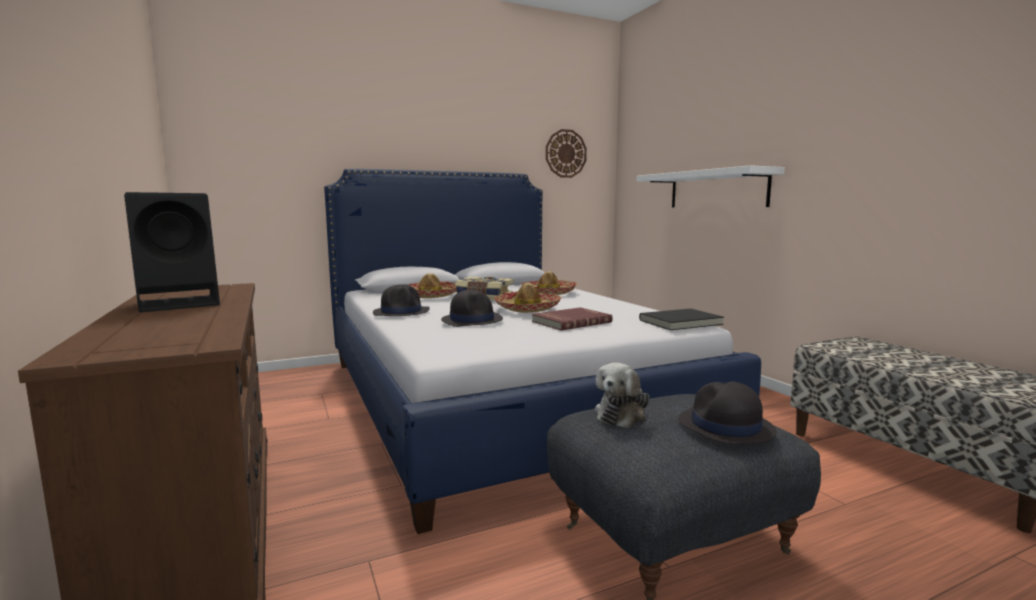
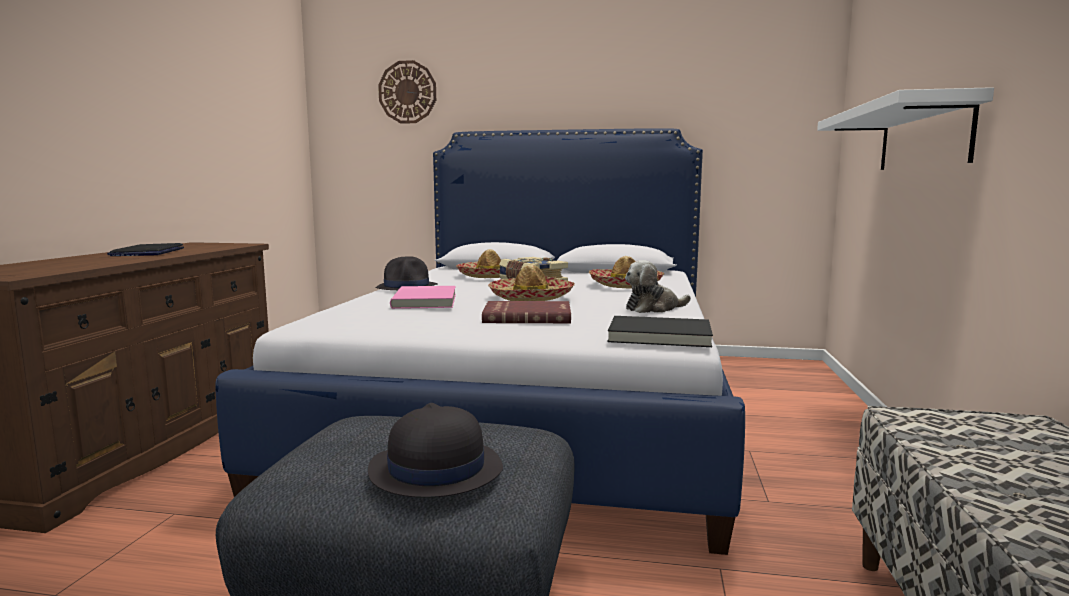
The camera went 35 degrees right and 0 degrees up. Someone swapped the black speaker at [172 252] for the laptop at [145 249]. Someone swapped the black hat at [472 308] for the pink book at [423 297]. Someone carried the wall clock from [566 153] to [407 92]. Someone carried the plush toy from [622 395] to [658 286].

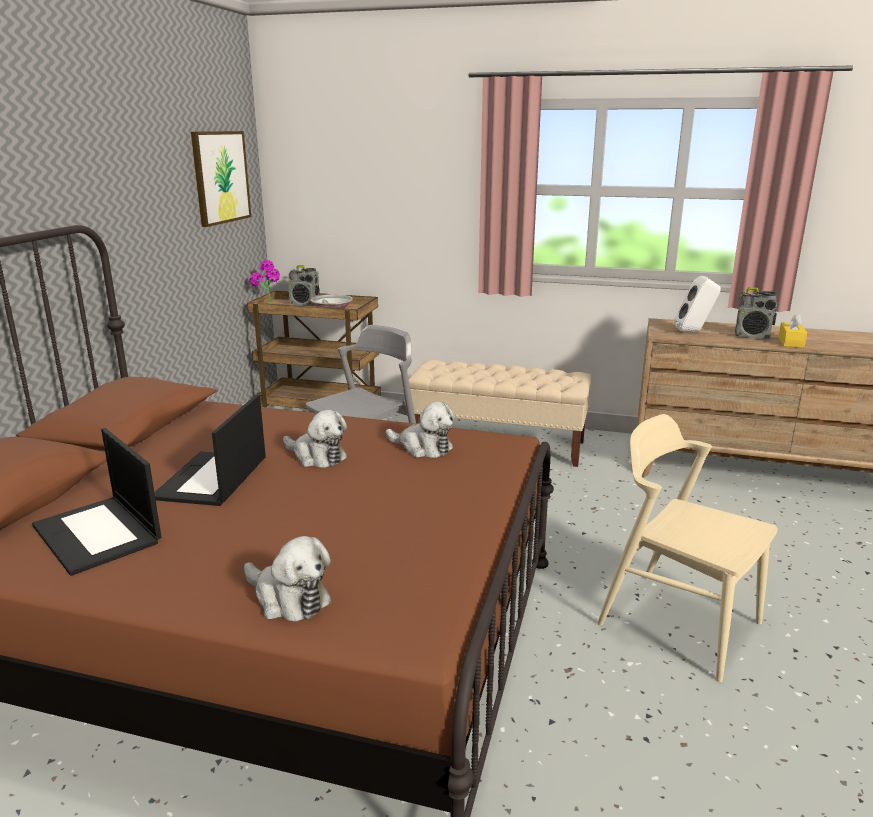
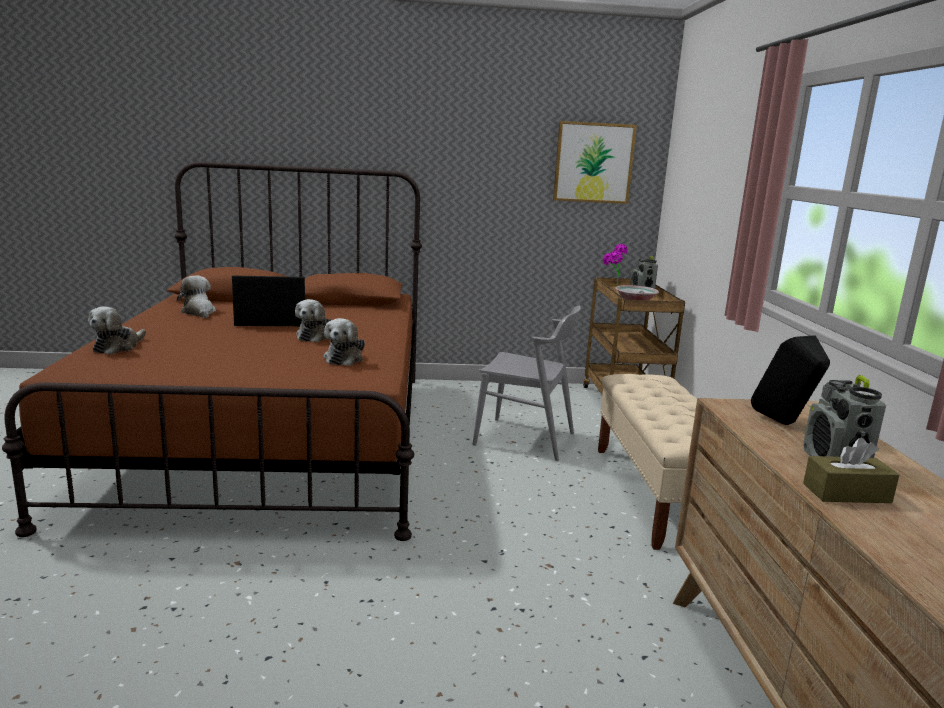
The camera went 70 degrees right and 5 degrees down. Someone swapped the laptop at [96 502] for the plush toy at [196 296]. Someone took away the beige chair at [687 548]. Someone repainted the white speaker at [697 304], which became the black speaker at [790 380]. Someone repainted the yellow tissue box at [792 330], which became the brown tissue box at [851 470].

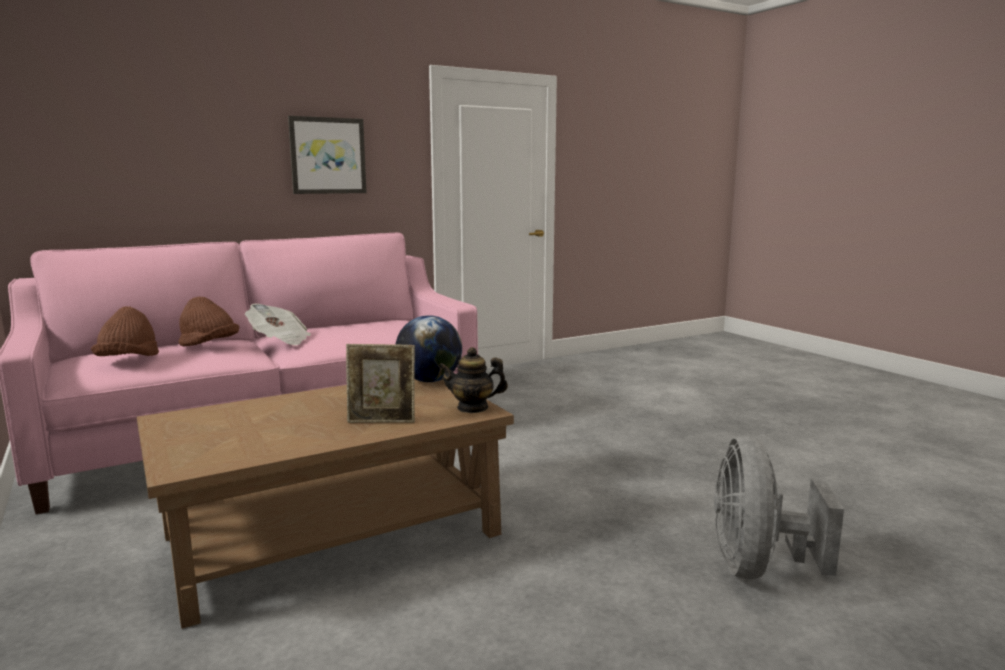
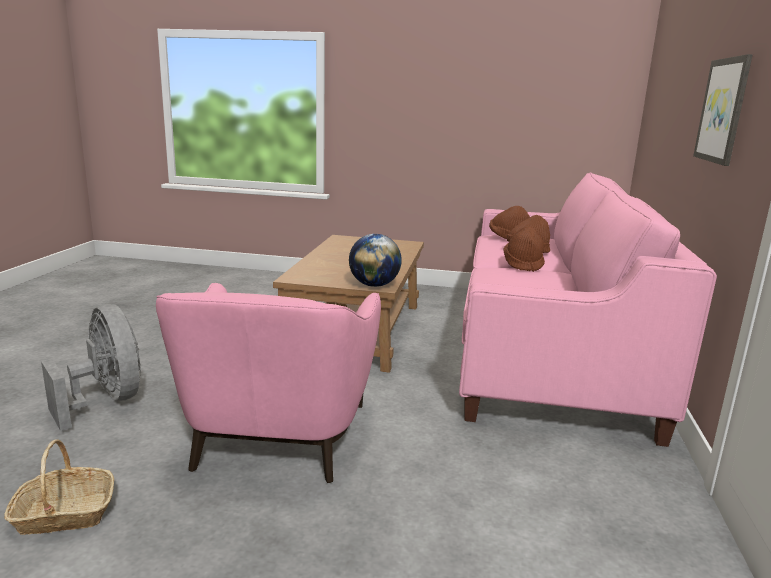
The camera went 130 degrees right and 5 degrees up. Someone swapped the newspaper at [278 325] for the brown hat at [524 249]. Someone took away the picture frame at [380 383]. Someone took away the teapot at [473 380]. Someone put down the basket at [59 487]. Someone put down the pink armchair at [268 383].

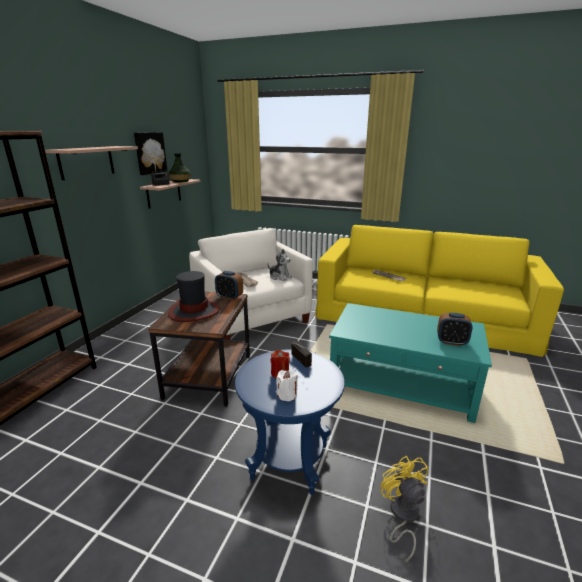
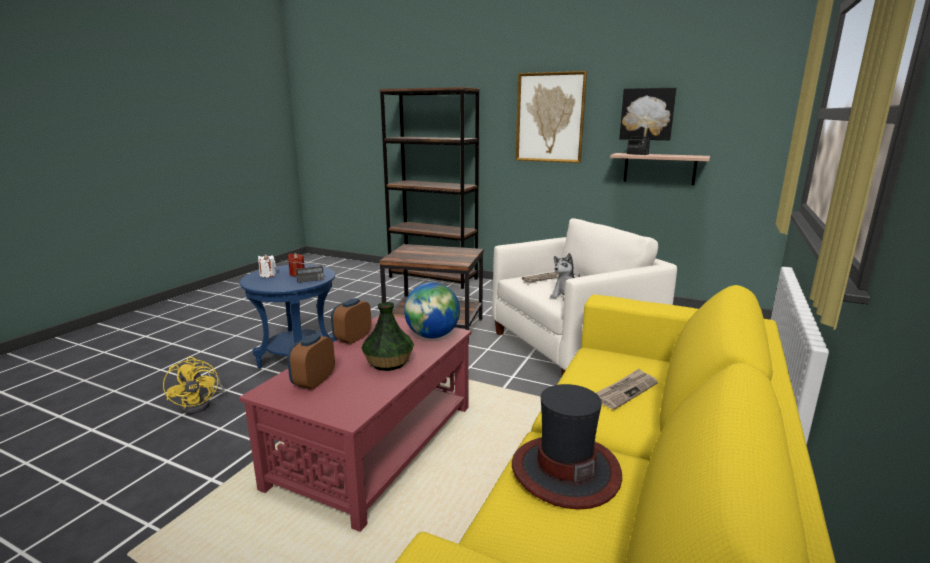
The camera went 95 degrees right and 5 degrees down. Someone swapped the shelf at [91 163] for the picture at [551 117]. Someone carried the vase from [179 168] to [387 336]. Someone carried the hat from [194 296] to [567 447]. Someone carried the alarm clock from [229 285] to [351 321]. Someone repainted the turquoise coffee table at [410 363], which became the red coffee table at [355 424]. Someone rotated the yellow fan at [404 509] by 75 degrees clockwise. Someone put down the globe at [432 310].

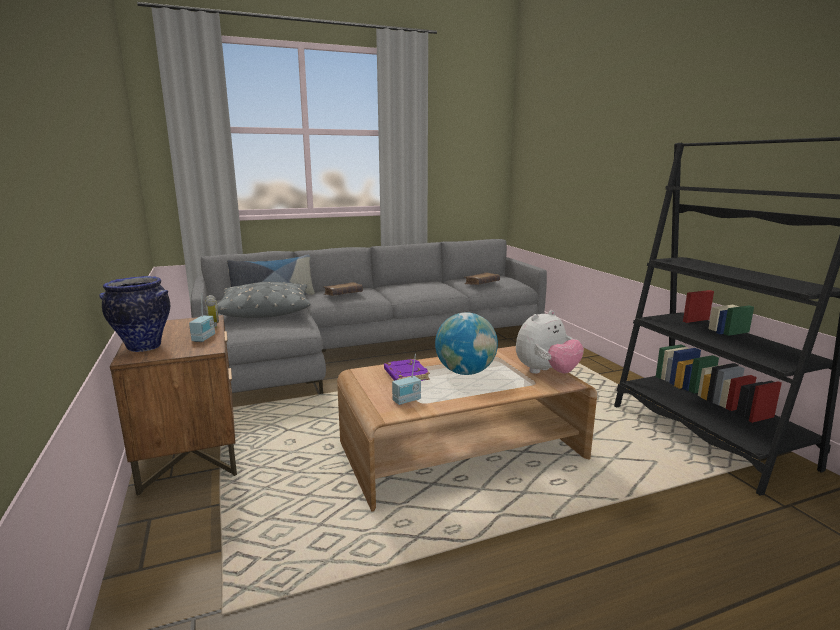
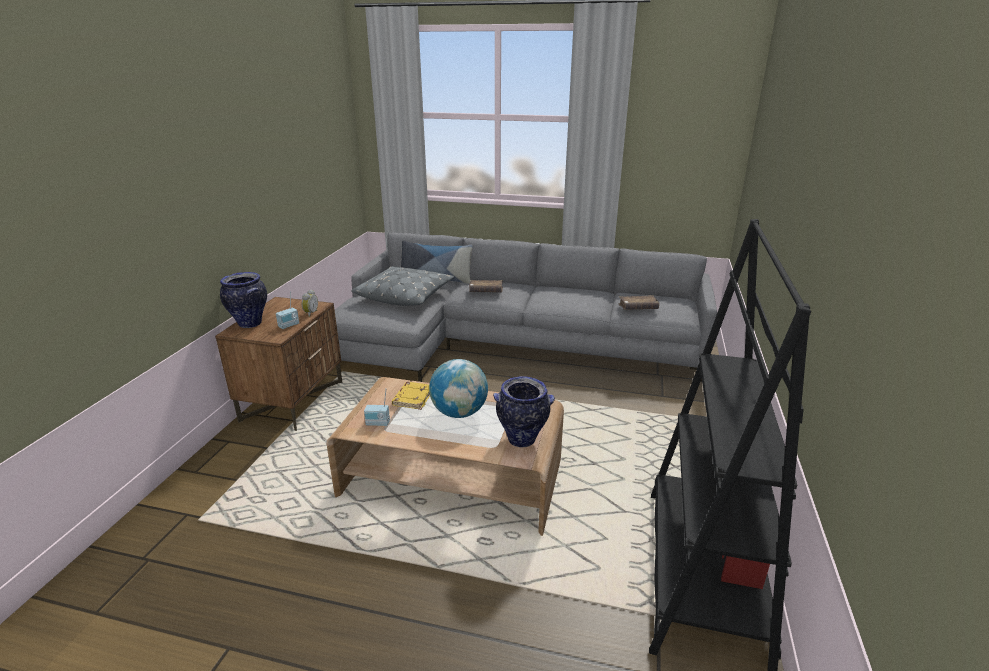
The camera went 35 degrees right and 10 degrees up. Someone repainted the purple book at [407 370], which became the yellow book at [411 396]. Someone swapped the plush toy at [550 342] for the vase at [524 411].

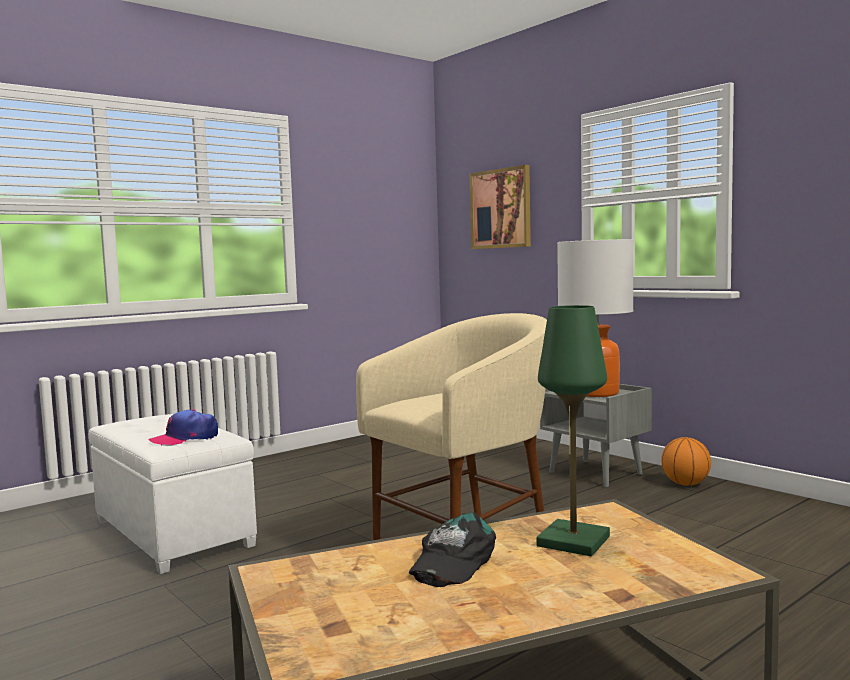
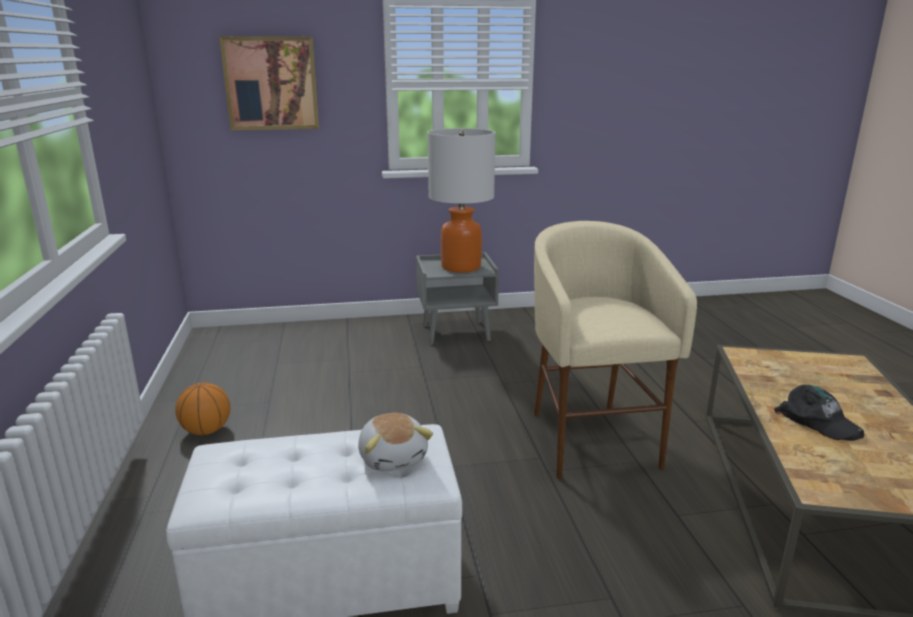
The camera went 60 degrees left and 15 degrees up. Someone swapped the cap at [183 427] for the plush toy at [395 442]. Someone took away the green table lamp at [573 430]. Someone carried the basketball from [686 461] to [202 409].

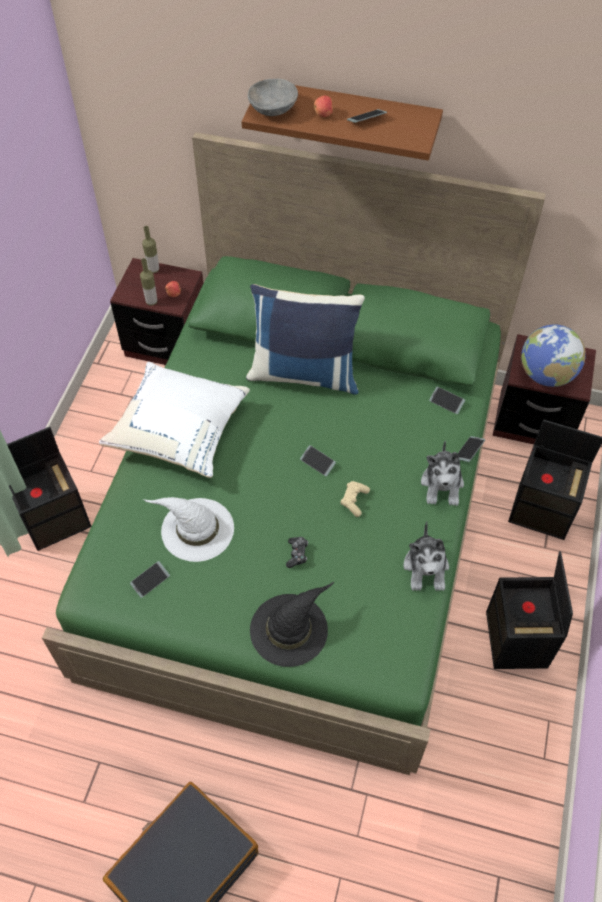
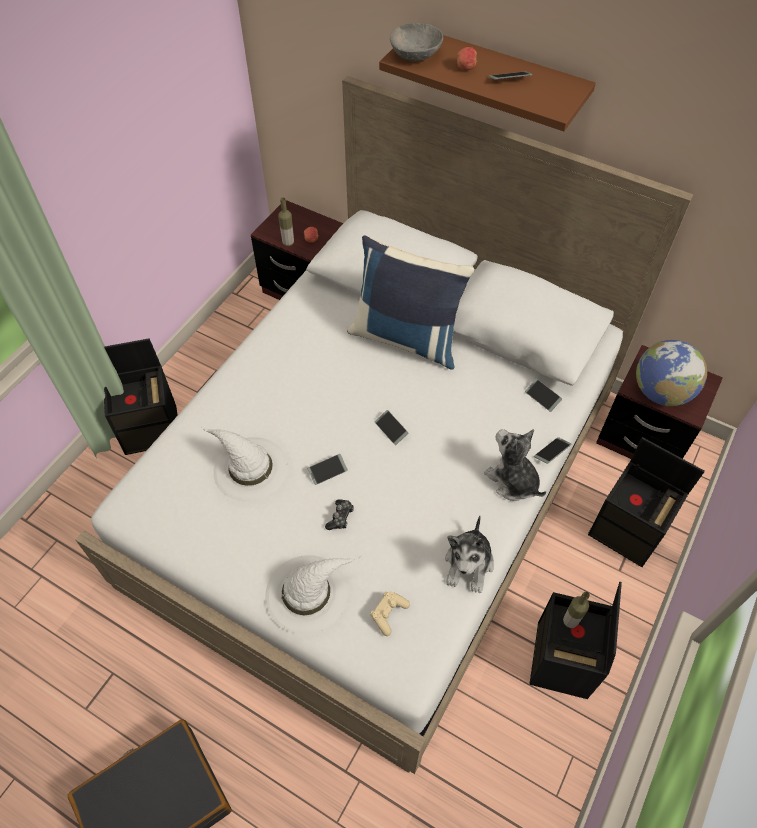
The camera went 15 degrees right and 0 degrees up. Someone repainted the green bed at [294 453], which became the white bed at [384 425]. Someone took away the white pillow at [174 420]. Someone carried the phone from [150 579] to [328 469]. Someone carried the bottle from [150 249] to [576 609]. Someone repainted the black hat at [292 624], which became the white hat at [313 594]. Someone carried the beige game controller from [355 499] to [390 613]. Someone rotated the plush toy at [442 473] by 120 degrees clockwise.

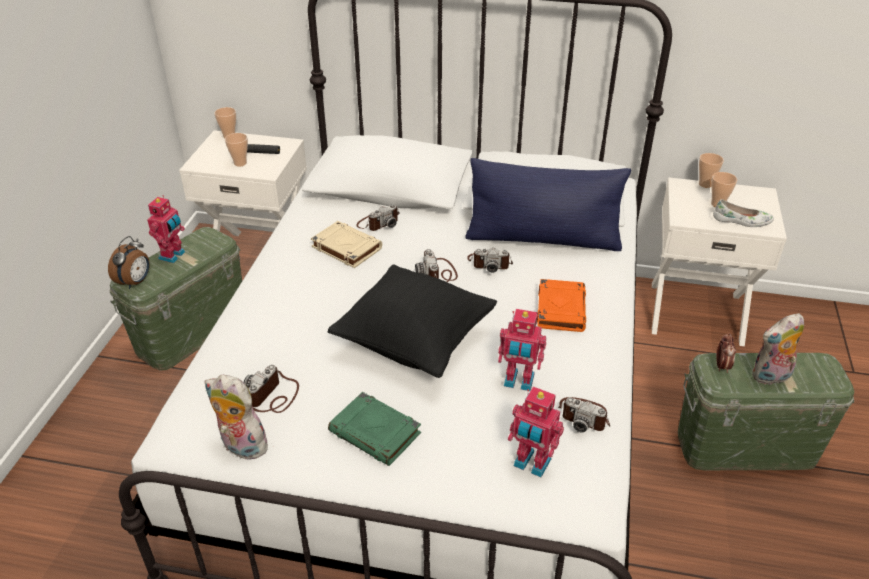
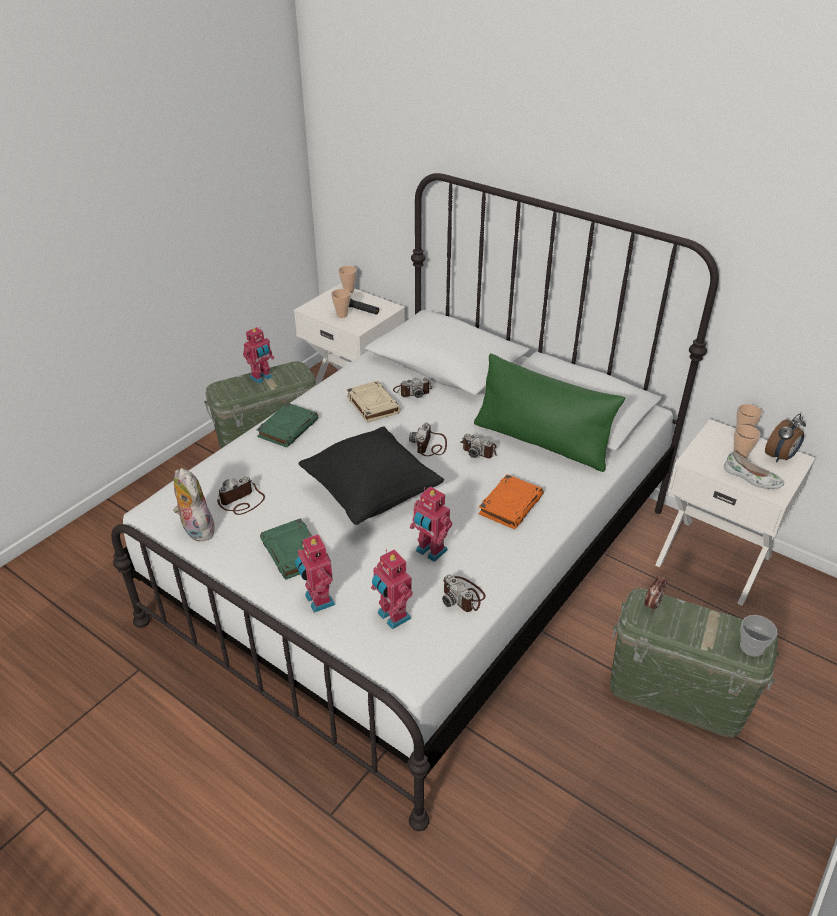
The camera went 25 degrees right and 0 degrees up. Someone carried the alarm clock from [129 262] to [785 437]. Someone repainted the blue pillow at [548 204], which became the green pillow at [549 412]. Someone took away the plush toy at [778 349]. Someone put down the green book at [287 425]. Someone put down the toy robot at [315 573]. Someone put down the cup at [759 636].

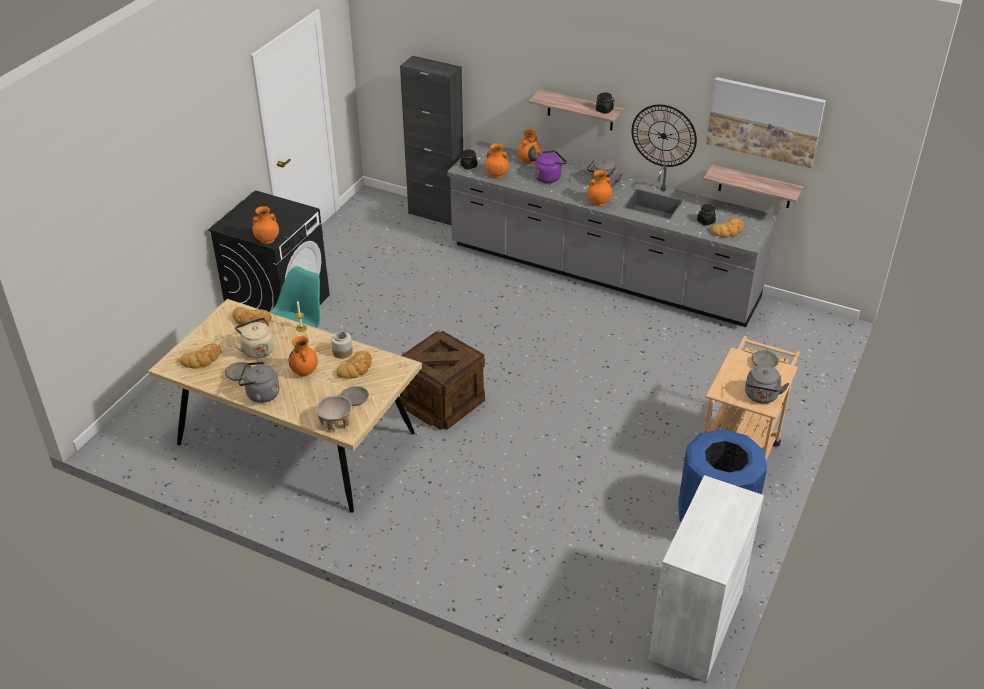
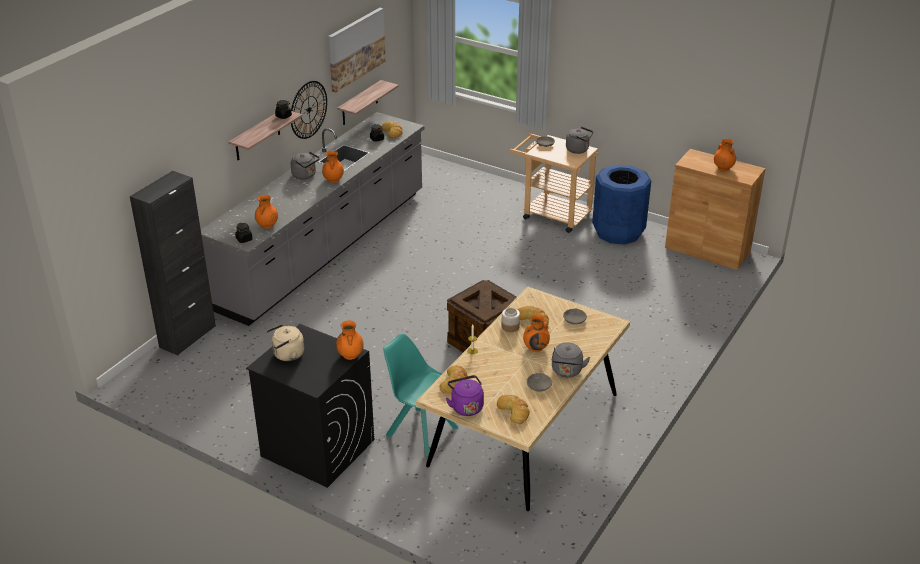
The camera went 85 degrees left and 5 degrees down. Someone carried the beige kettle from [254 338] to [285 342]. Someone took away the beige bowl at [334 413]. Someone carried the orange vase from [529 146] to [725 155]. Someone carried the purple kettle from [550 167] to [465 395]. Someone repainted the white cabinet at [706 578], which became the brown cabinet at [715 209].

